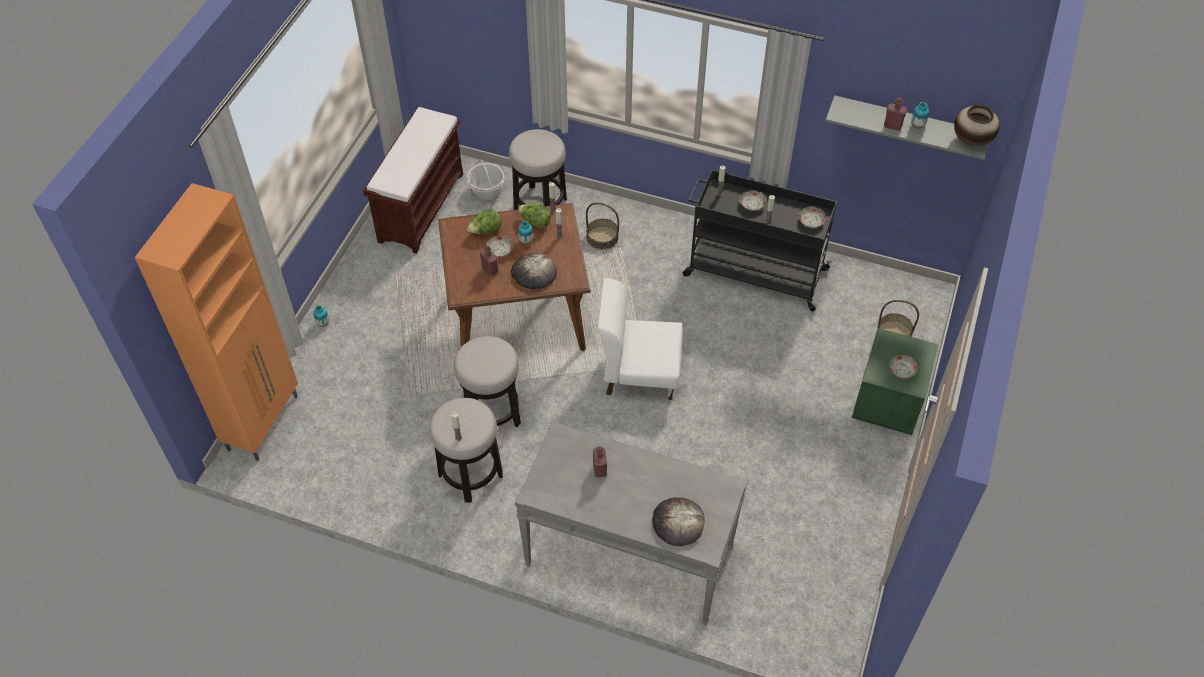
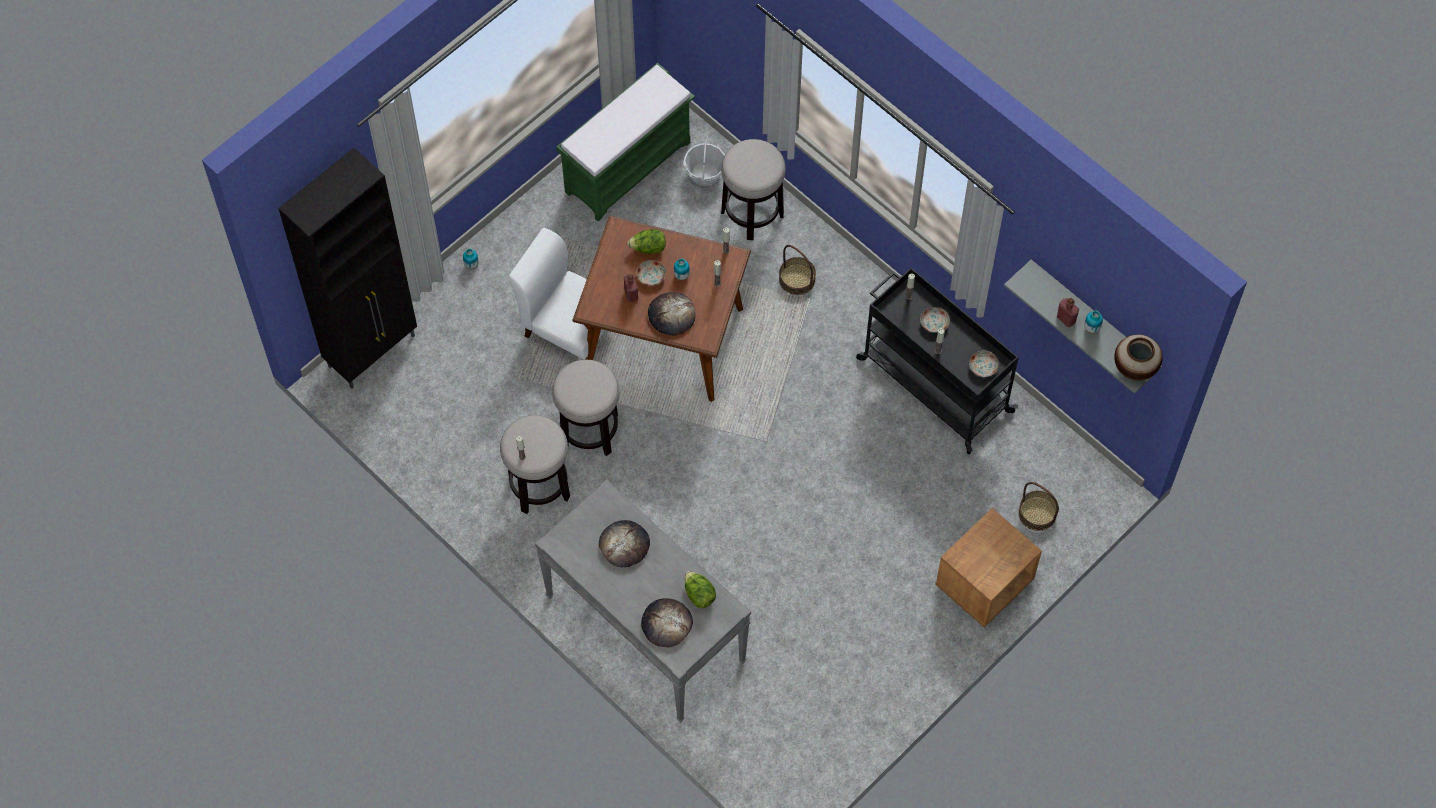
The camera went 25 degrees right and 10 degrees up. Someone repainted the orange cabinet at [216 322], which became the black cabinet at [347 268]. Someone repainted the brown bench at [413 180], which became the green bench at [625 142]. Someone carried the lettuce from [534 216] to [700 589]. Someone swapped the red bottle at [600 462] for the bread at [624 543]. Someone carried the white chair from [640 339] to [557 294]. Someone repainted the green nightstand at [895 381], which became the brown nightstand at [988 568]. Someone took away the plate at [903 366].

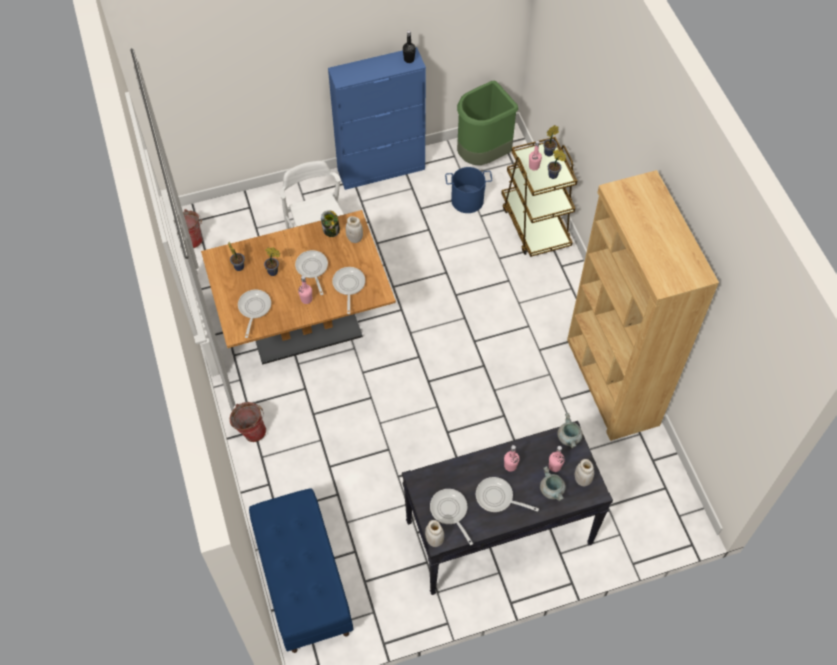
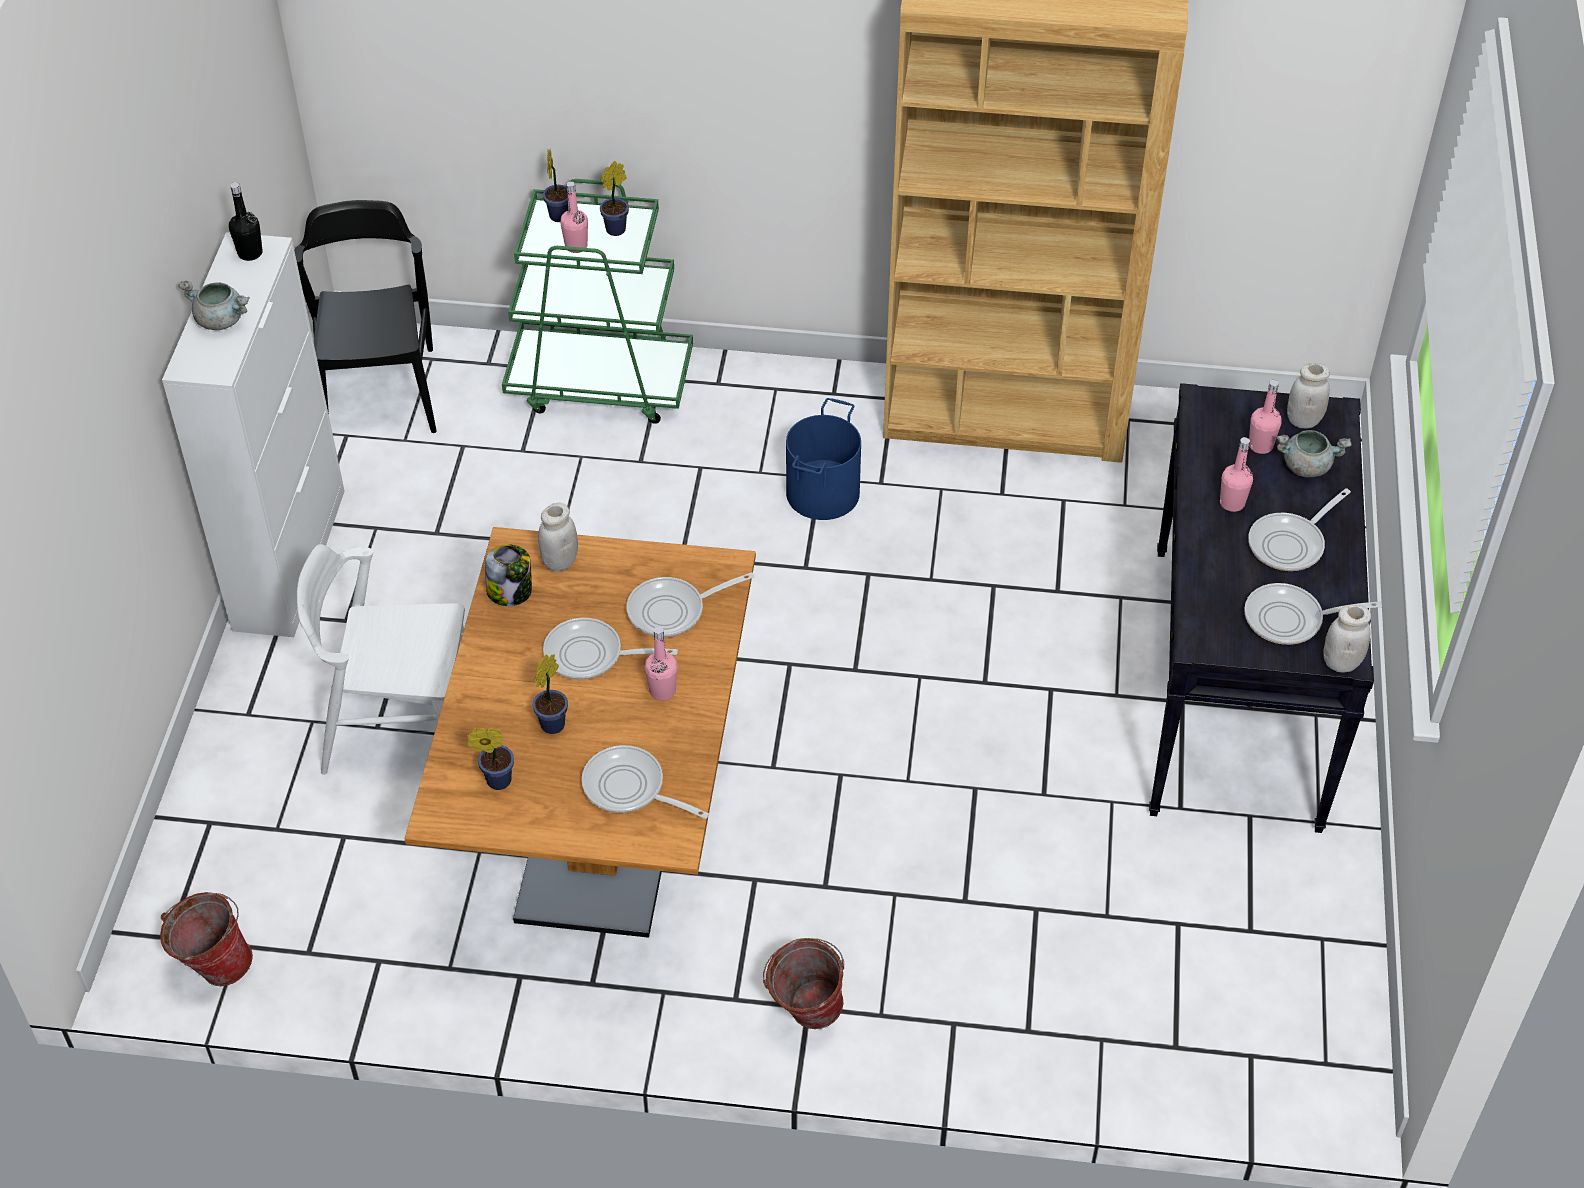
The camera went 65 degrees left and 10 degrees down. Someone took away the blue bench at [301 570]. Someone repainted the blue cabinet at [377 118], which became the white cabinet at [253 434]. Someone rotated the frying pan at [348 290] by 45 degrees counterclockwise. Someone carried the blue bucket from [468 190] to [823 459]. Someone swapped the green trash can at [487 123] for the black chair at [365 316]. Someone repainted the brown cart at [539 197], which became the green cart at [597 301]. Someone carried the grey cooking pot from [570 430] to [214 305].

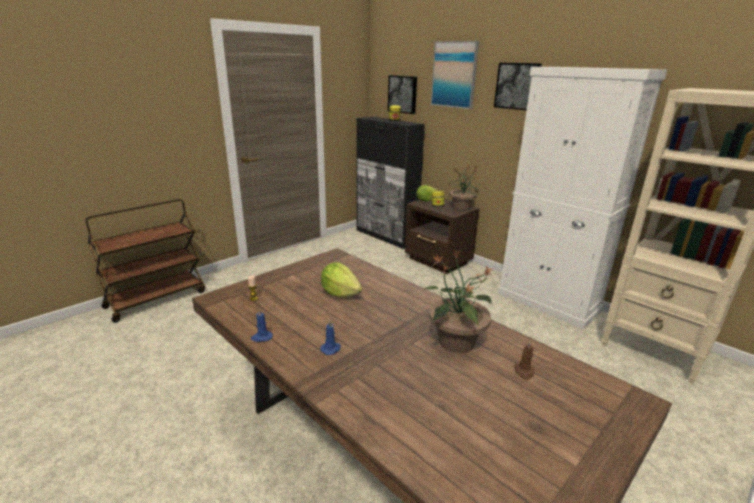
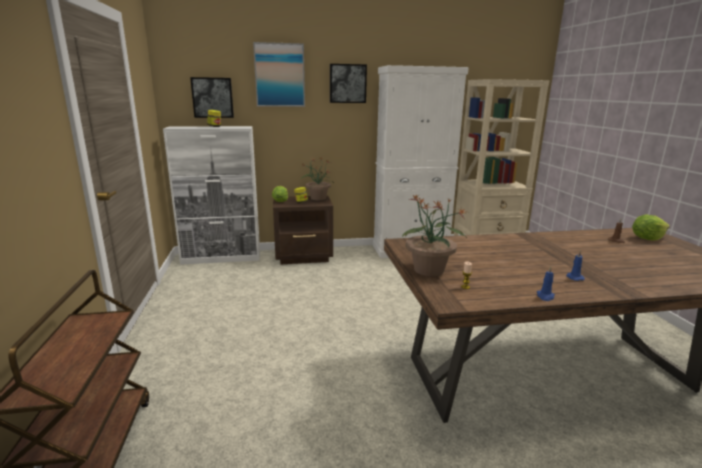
The camera went 55 degrees left and 5 degrees down. Someone carried the lettuce from [341 280] to [651 228]. Someone repainted the black cabinet at [390 183], which became the white cabinet at [211 195]. Someone carried the potted plant from [458 301] to [434 235].

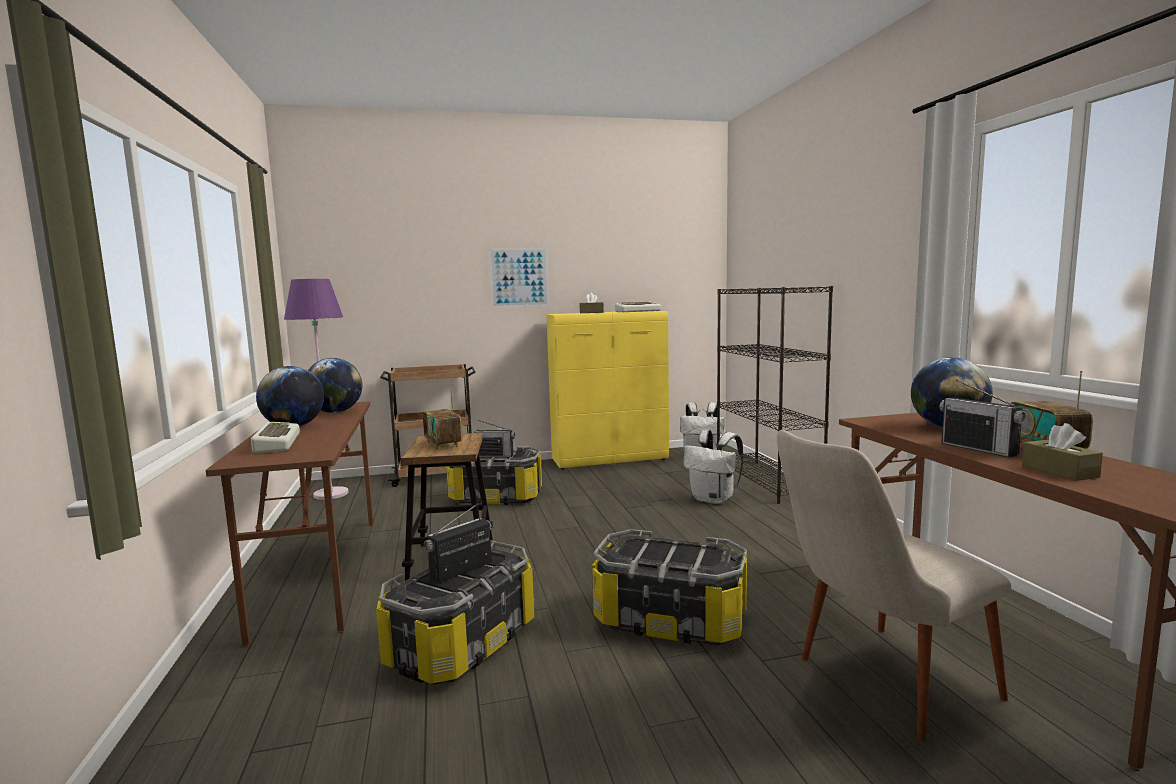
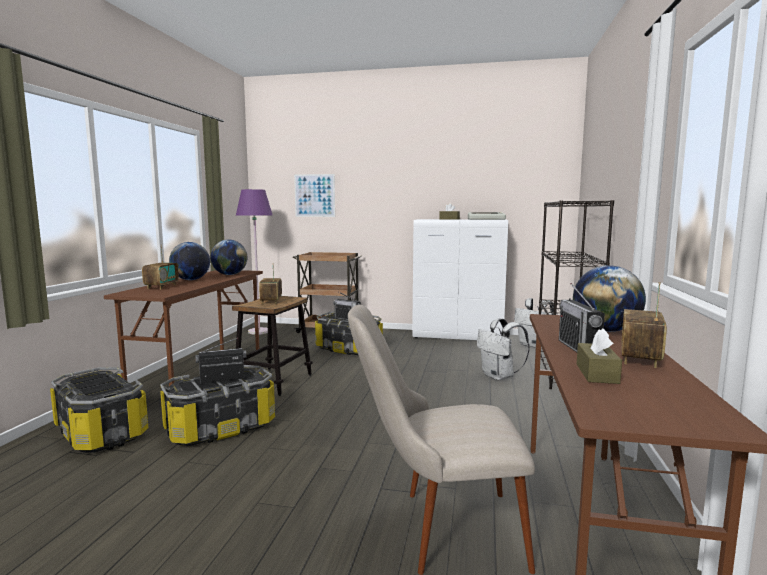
The camera went 25 degrees right and 0 degrees up. Someone swapped the keyboard at [275 437] for the radio at [160 266]. Someone carried the picture from [519 278] to [314 195]. Someone repainted the yellow cabinet at [607 390], which became the white cabinet at [460 279]. Someone carried the storage box from [669 587] to [99 410].

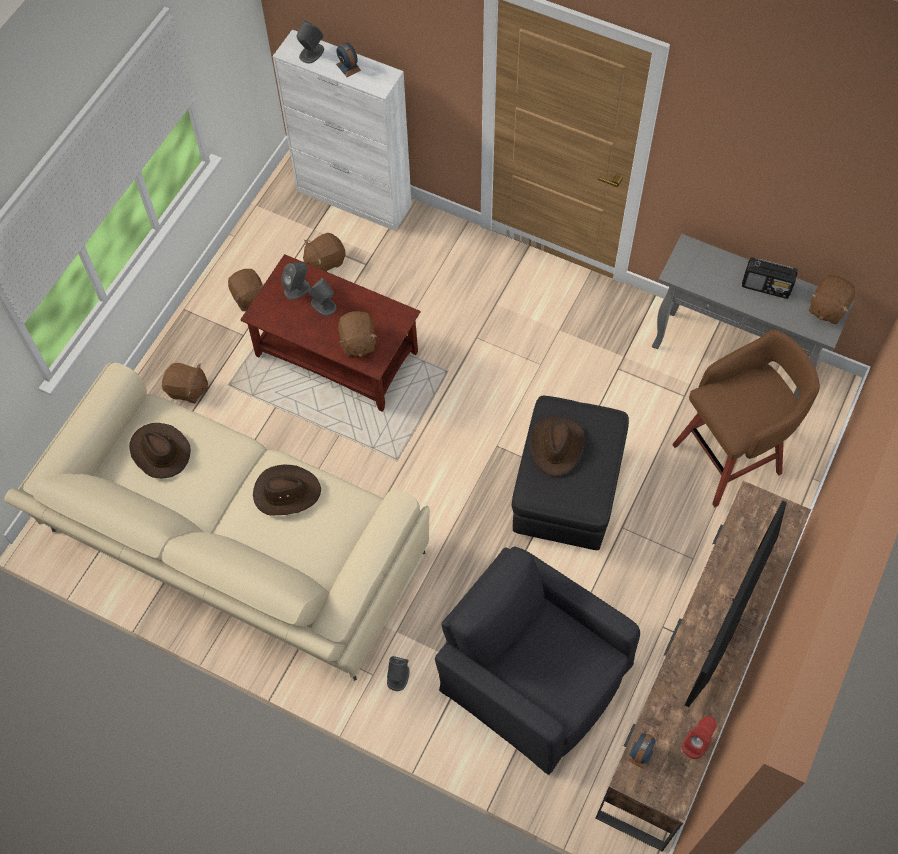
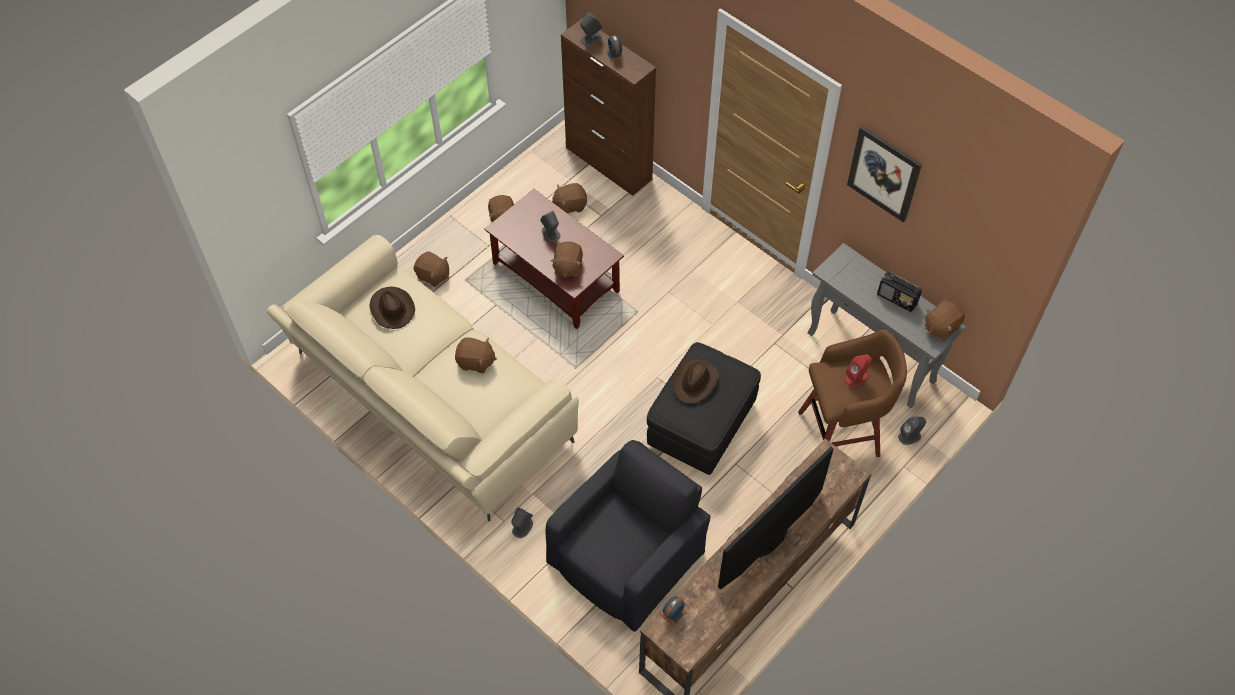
The camera went 15 degrees right and 5 degrees down. Someone swapped the brown hat at [287 490] for the brown plush toy at [476 355]. Someone repainted the white cabinet at [342 130], which became the brown cabinet at [608 107]. Someone carried the grey speaker from [296 281] to [912 431]. Someone rotated the black armchair at [537 661] by 75 degrees clockwise. Someone carried the red speaker from [699 737] to [858 370]. Someone put up the picture at [884 174].

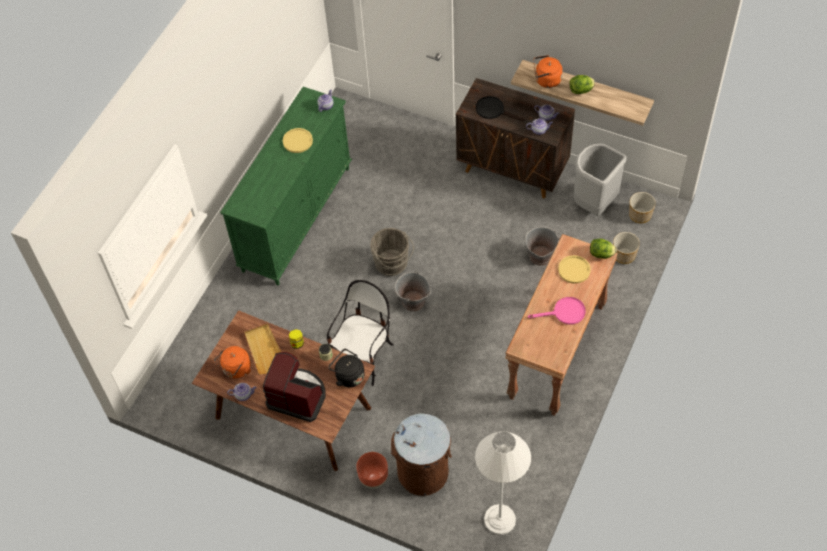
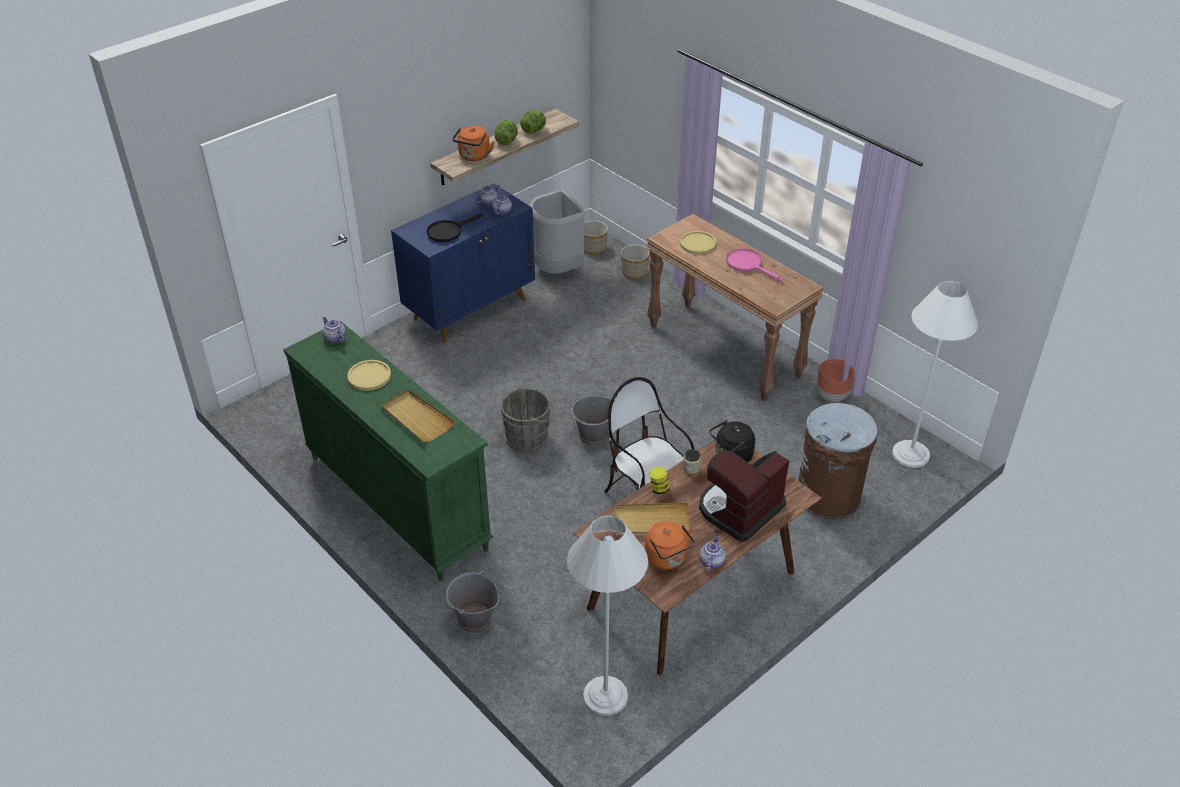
The camera went 70 degrees left and 15 degrees down. Someone carried the brown planter from [372 470] to [836 380]. Someone repainted the brown cabinet at [515 138], which became the blue cabinet at [463 263]. Someone carried the grey bucket from [542 246] to [472 601]. Someone rotated the pink frying pan at [557 310] by 60 degrees counterclockwise. Someone carried the lettuce from [603 249] to [533 122]. Someone put down the beige tray at [418 415]. Someone put down the white floor lamp at [607 615].

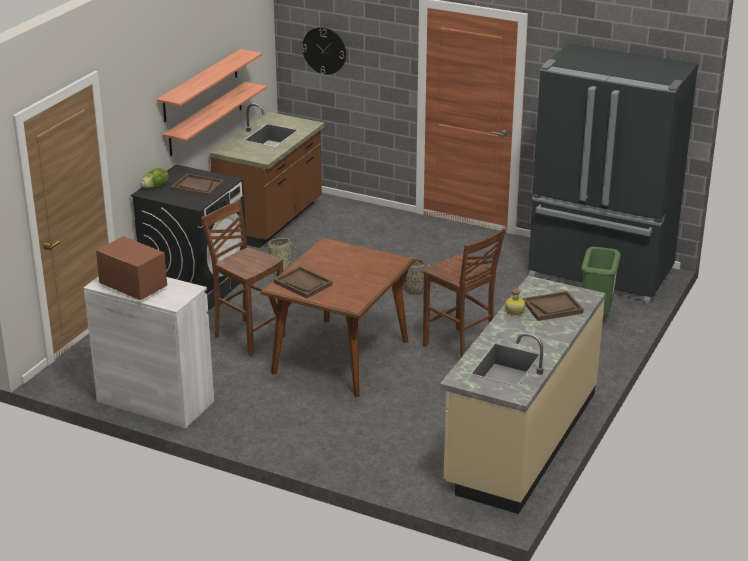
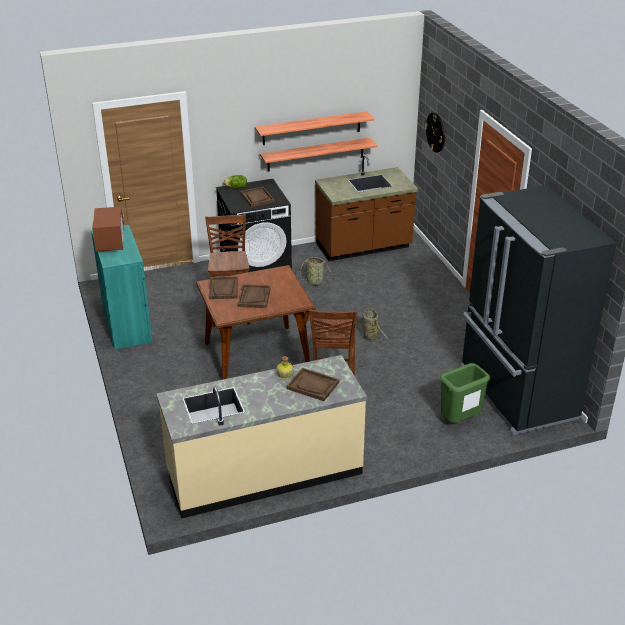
The camera went 45 degrees right and 5 degrees up. Someone repainted the white cabinet at [149 352], which became the turquoise cabinet at [121 287]. Someone put down the brown tray at [254 296].

